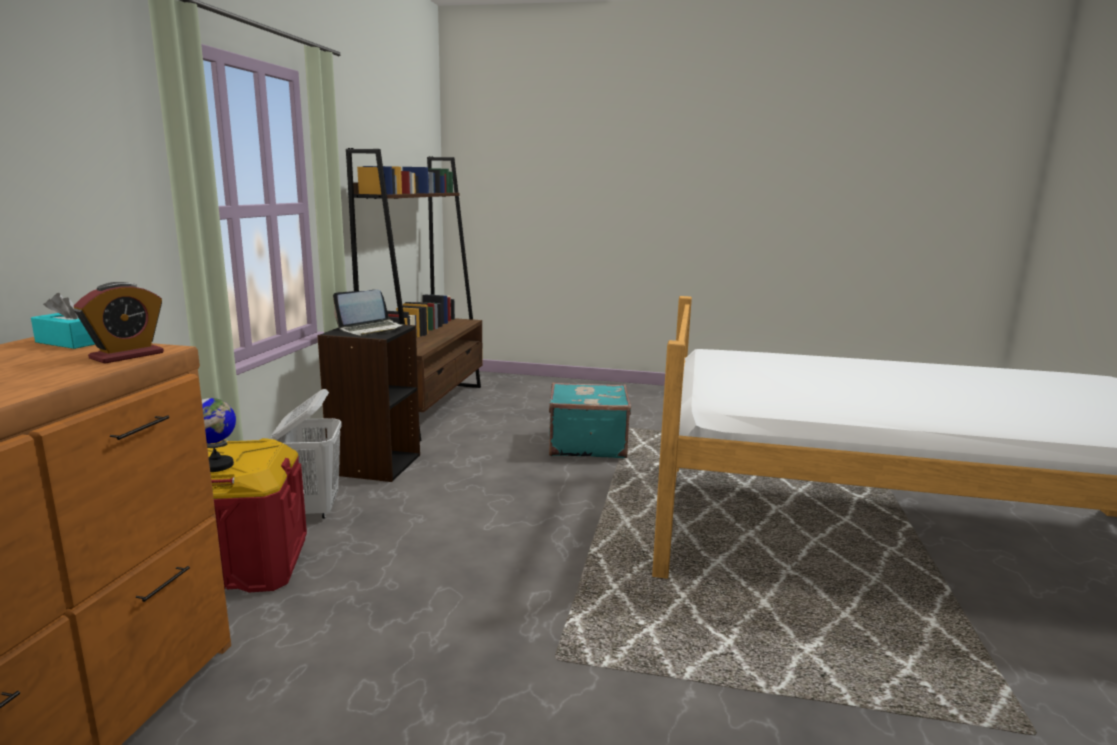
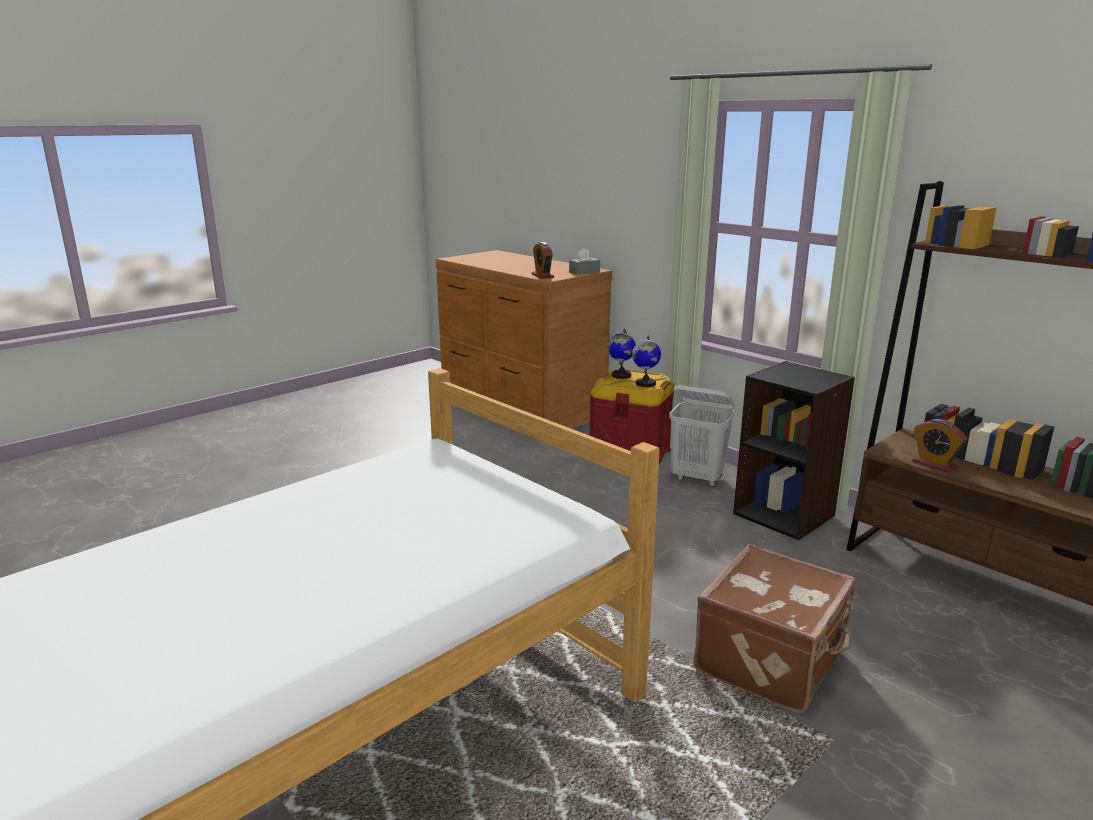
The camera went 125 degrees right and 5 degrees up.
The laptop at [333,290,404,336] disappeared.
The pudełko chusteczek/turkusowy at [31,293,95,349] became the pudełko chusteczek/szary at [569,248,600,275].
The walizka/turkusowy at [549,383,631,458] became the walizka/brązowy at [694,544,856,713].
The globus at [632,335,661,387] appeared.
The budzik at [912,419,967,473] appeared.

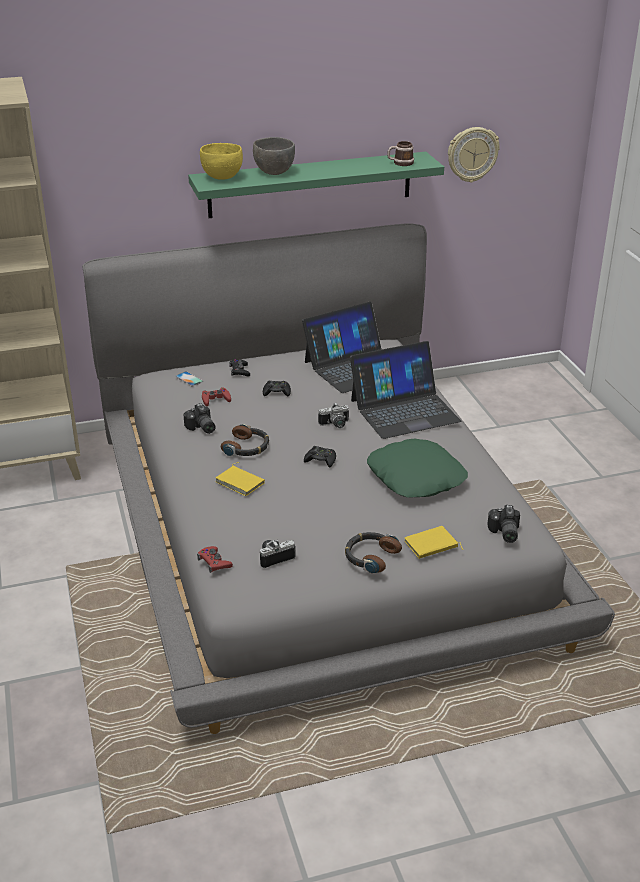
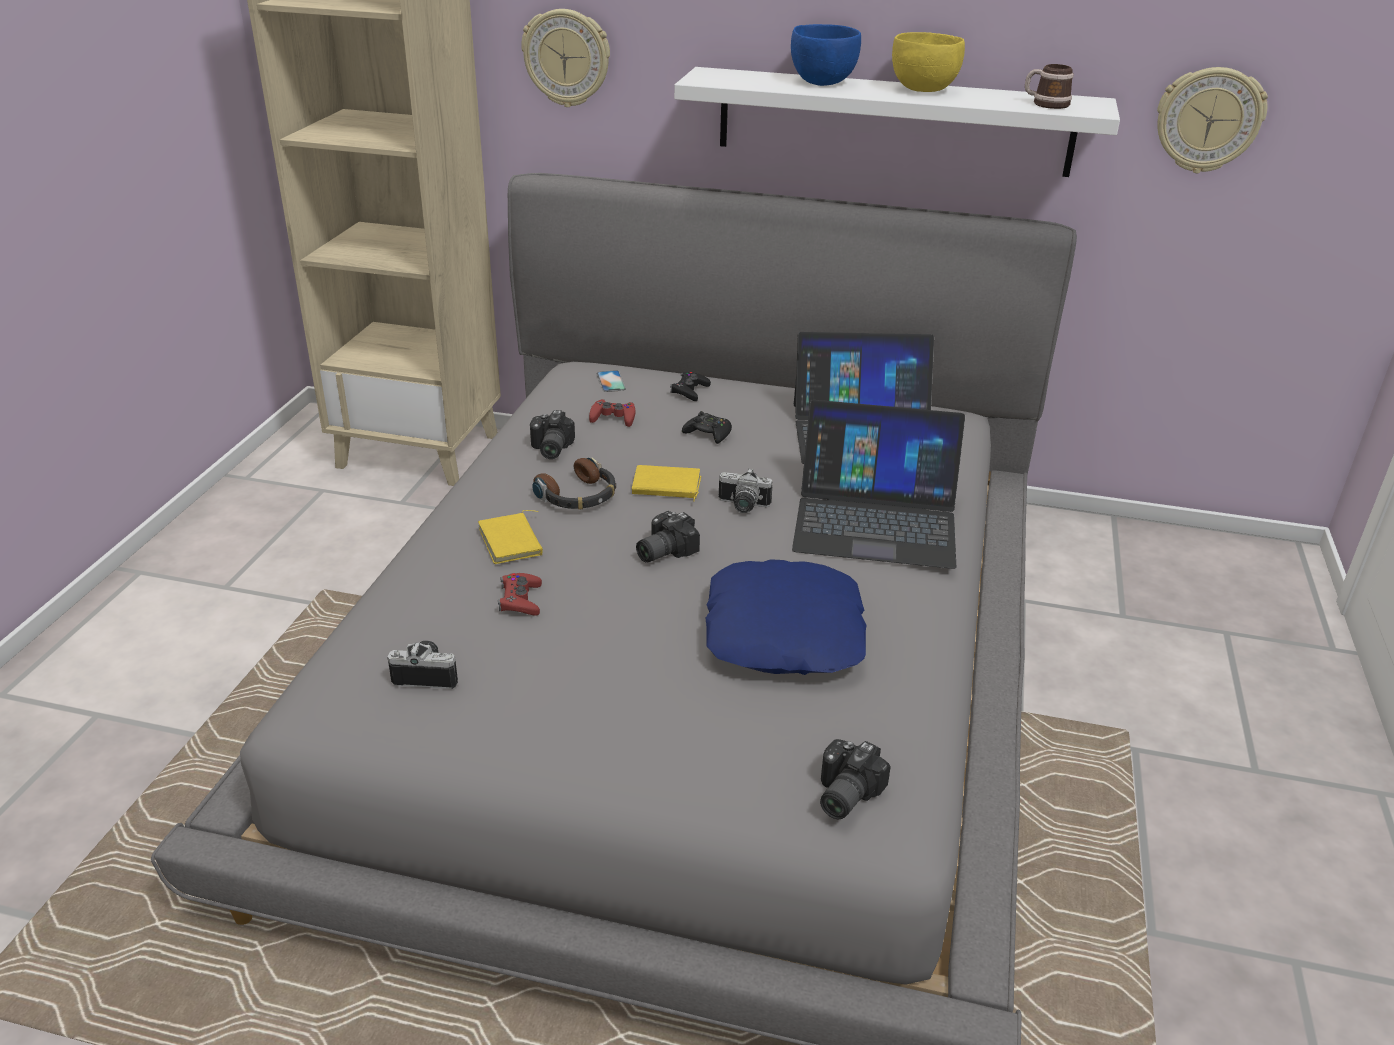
The camera went 30 degrees right and 0 degrees up.
The miska/szary at [253,137,295,175] became the miska/niebieski at [791,24,861,86].
The miska/żółty moved from [200,143,243,180] to [892,32,965,92].
The półka/zielony at [188,152,444,218] became the półka/biały at [674,67,1120,177].
The poduszka/zielony at [367,439,468,498] became the poduszka/niebieski at [705,559,867,675].
The pad do gier/czarny at [304,446,336,468] was replaced by the aparat fotograficzny at [636,511,700,562].
The książka/żółty moved from [404,526,463,559] to [632,465,701,501].
The słuchawki at [345,532,402,574] disappeared.
The pad do gier/czerwony moved from [197,546,233,573] to [498,573,542,616].
The zegar ścienny at [521,9,610,107] appeared.

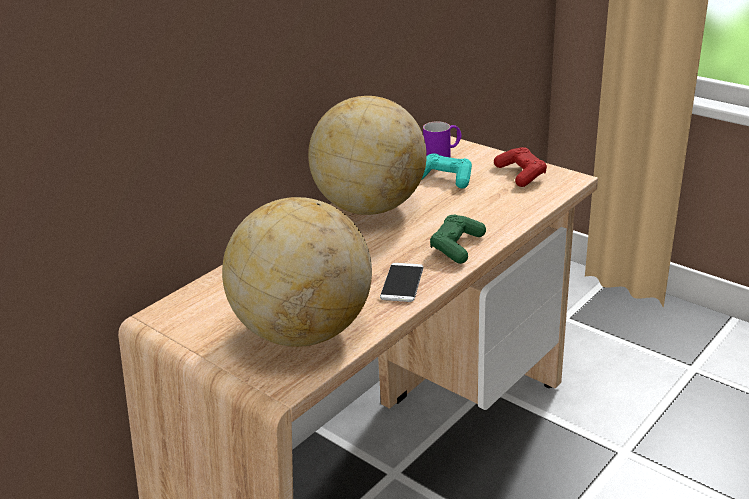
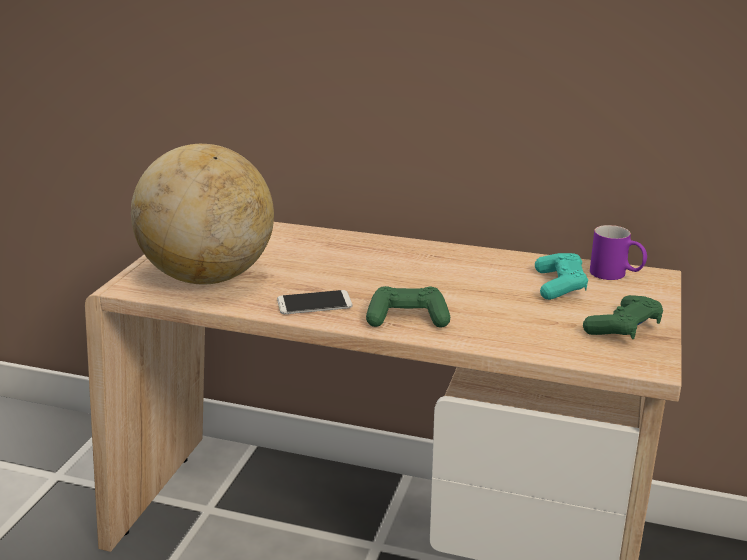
The camera went 65 degrees right and 5 degrees down.
The globus at [308,96,427,215] disappeared.
The pad do gier/czerwony at [494,147,547,187] became the pad do gier/zielony at [583,295,663,339].

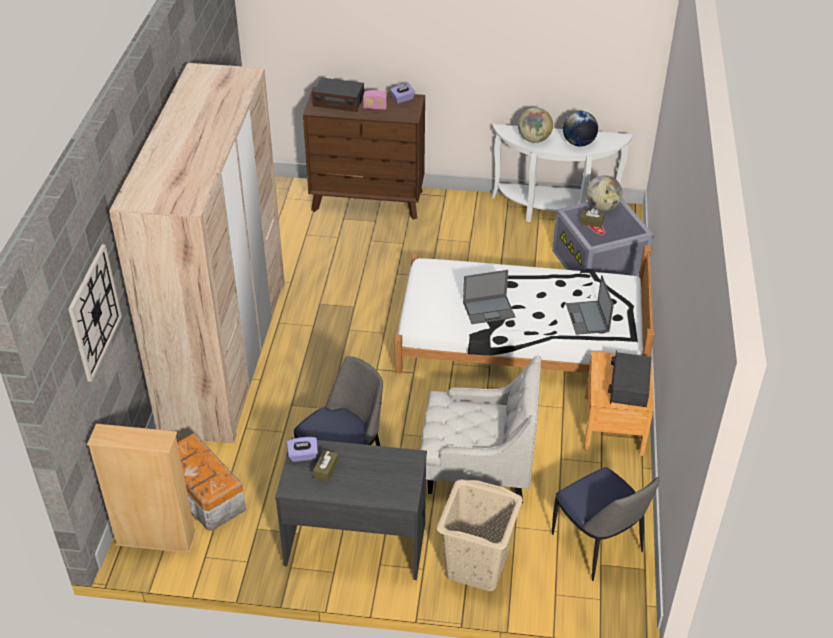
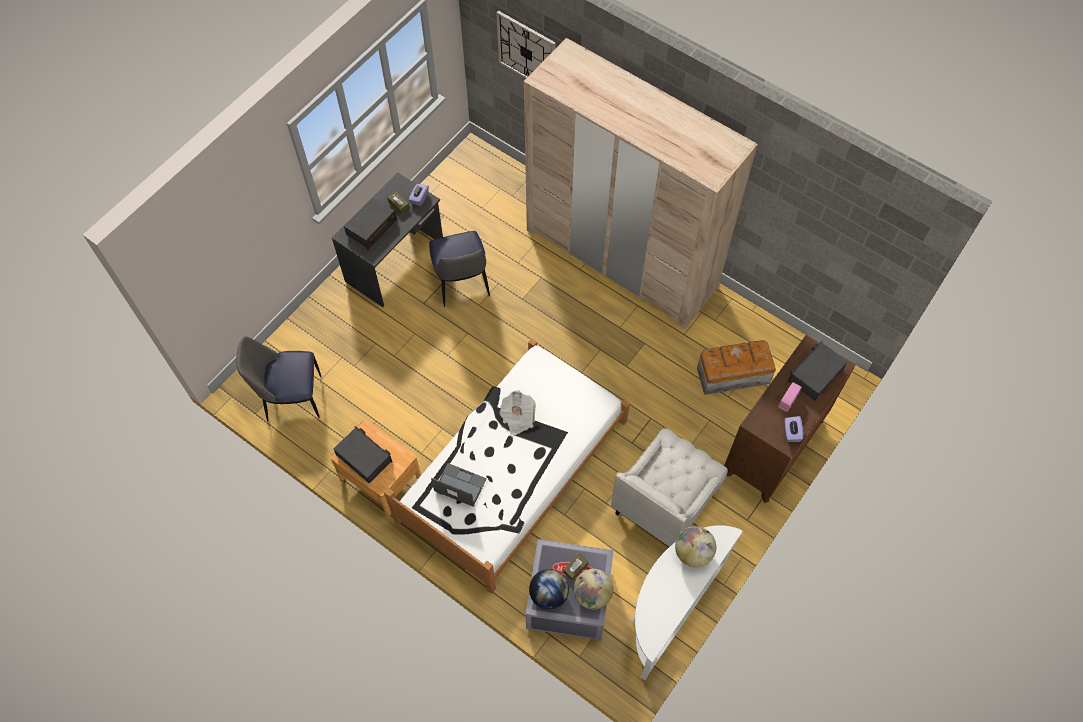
The camera went 120 degrees right and 20 degrees up.
The globus moved from [563,111,598,147] to [529,569,569,610].
The laptop at [463,270,515,324] was replaced by the gazeta at [499,390,536,435].
The fotel/biały moved from [420,355,541,503] to [611,428,728,548].
The regał/beżowy at [87,424,197,553] disappeared.
The pojemnik do przechowywania moved from [177,433,246,530] to [697,340,776,395].
The kosz na pranie/beżowy at [437,479,523,591] disappeared.
The radio at [344,197,397,250] appeared.

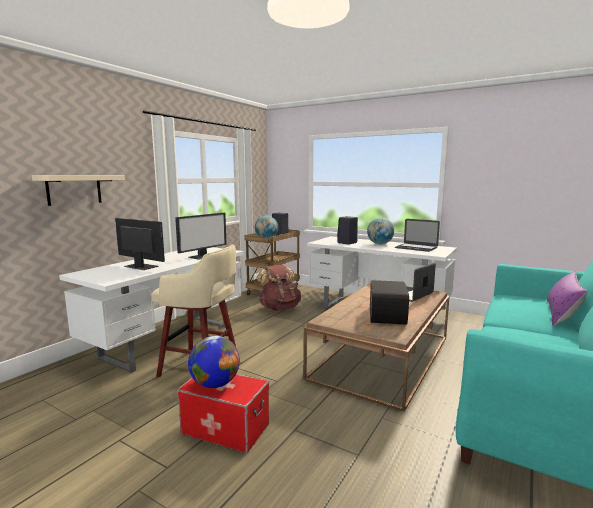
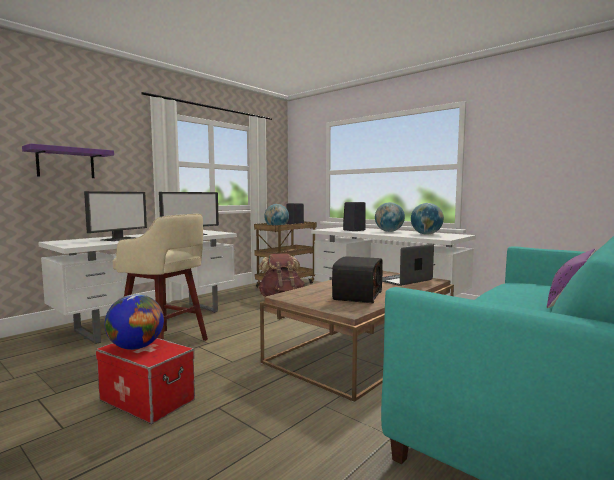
The camera went 10 degrees right and 5 degrees down.
The półka/beżowy at [32,175,125,206] became the półka/fioletowy at [22,144,114,178].
The monitor at [115,218,165,270] turned 75 degrees clockwise.
The laptop at [395,219,440,252] was replaced by the globus at [411,203,444,235].

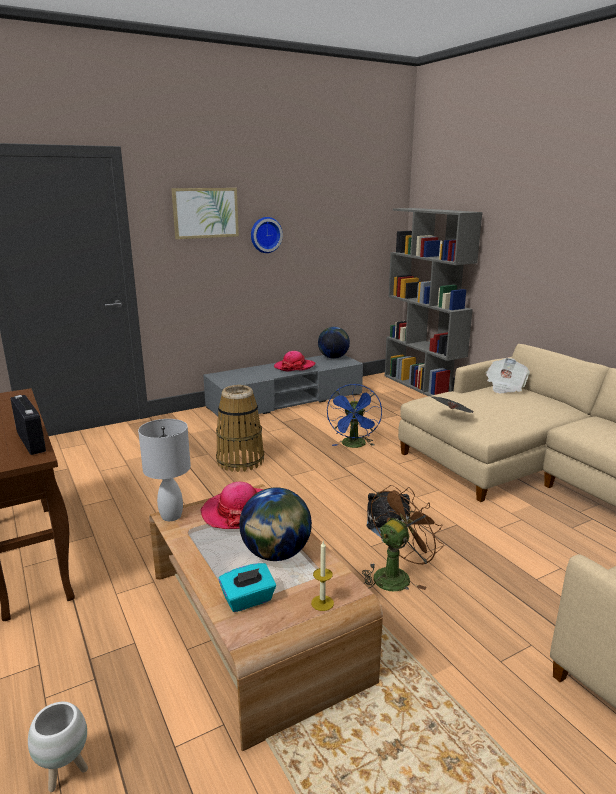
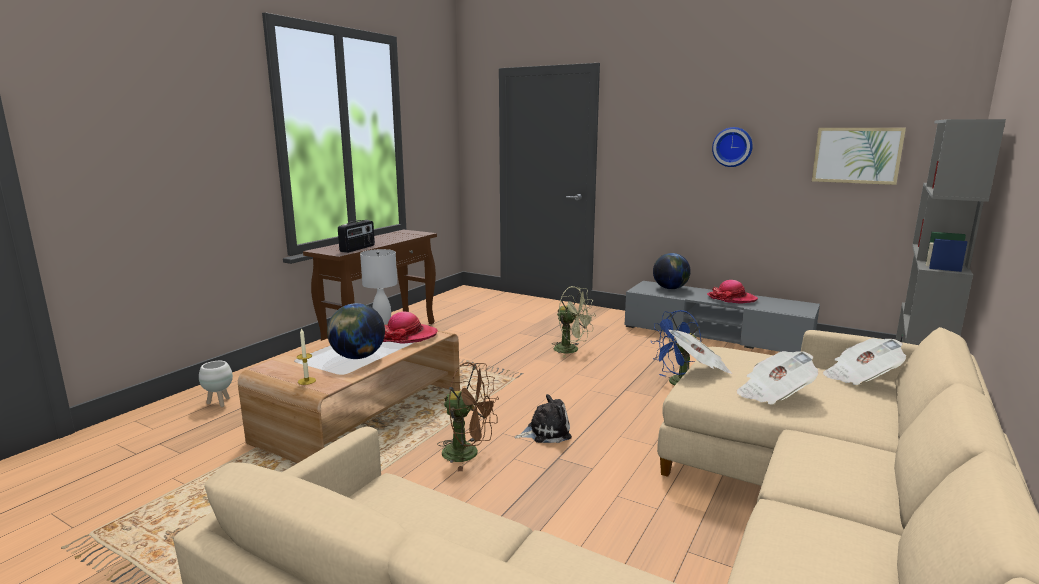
The camera went 60 degrees right and 5 degrees down.
The obraz moved from [171,188,239,239] to [812,128,906,185].
The globus moved from [318,327,350,359] to [653,253,691,289].
The koszyk at [216,385,264,472] was replaced by the wentylator/zielony at [552,286,596,358].
The pudełko chusteczek/turkusowy at [219,563,276,612] disappeared.
The gazeta at [737,351,818,405] appeared.

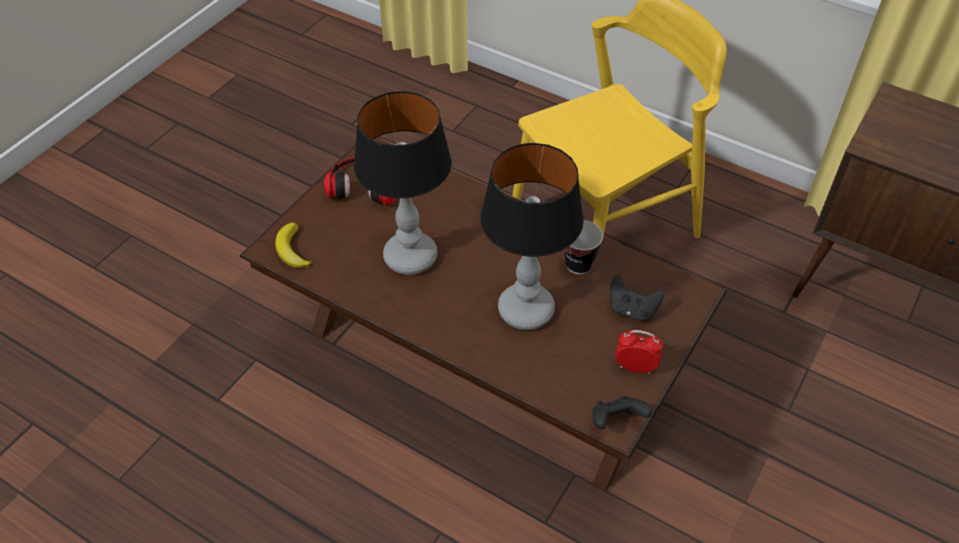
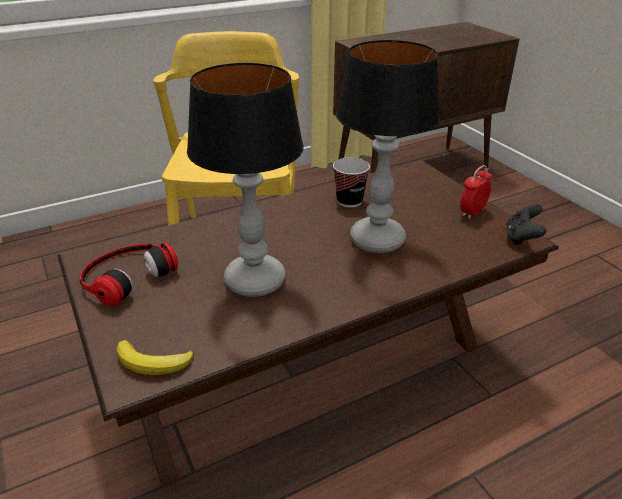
The camera went 60 degrees left and 15 degrees down.
The pad do gier/czarny at [610,275,664,322] disappeared.

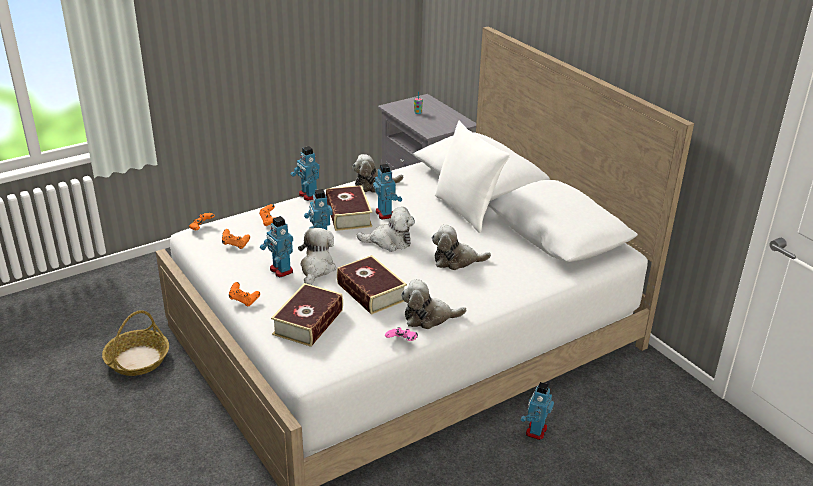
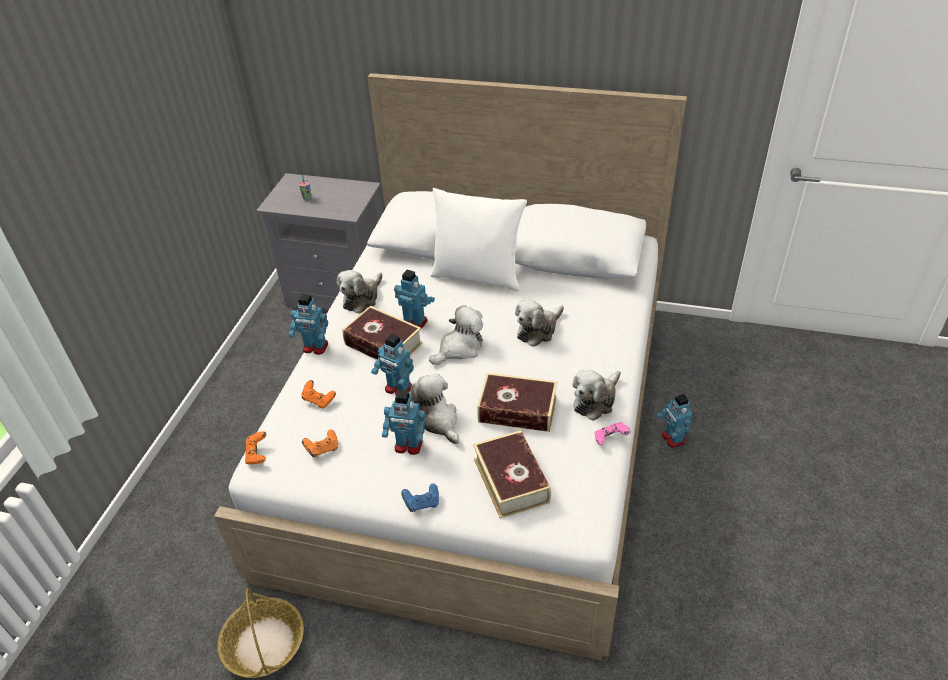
The camera went 40 degrees left and 10 degrees up.
The pad do gier/pomarańczowy at [229,282,260,306] became the pad do gier/niebieski at [401,484,439,512].

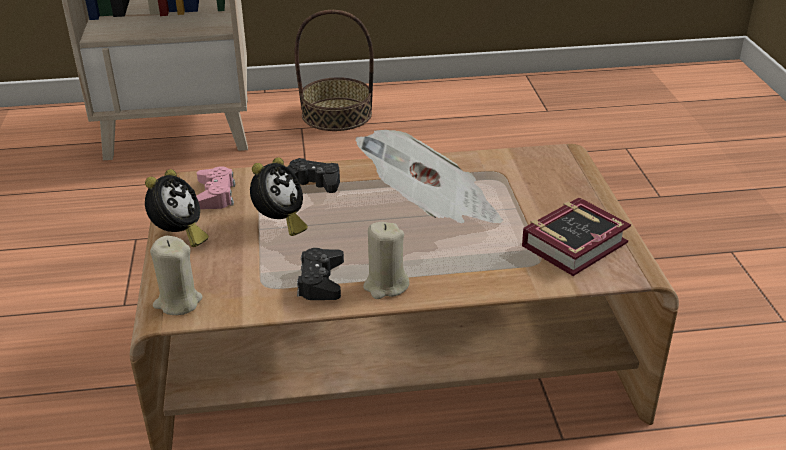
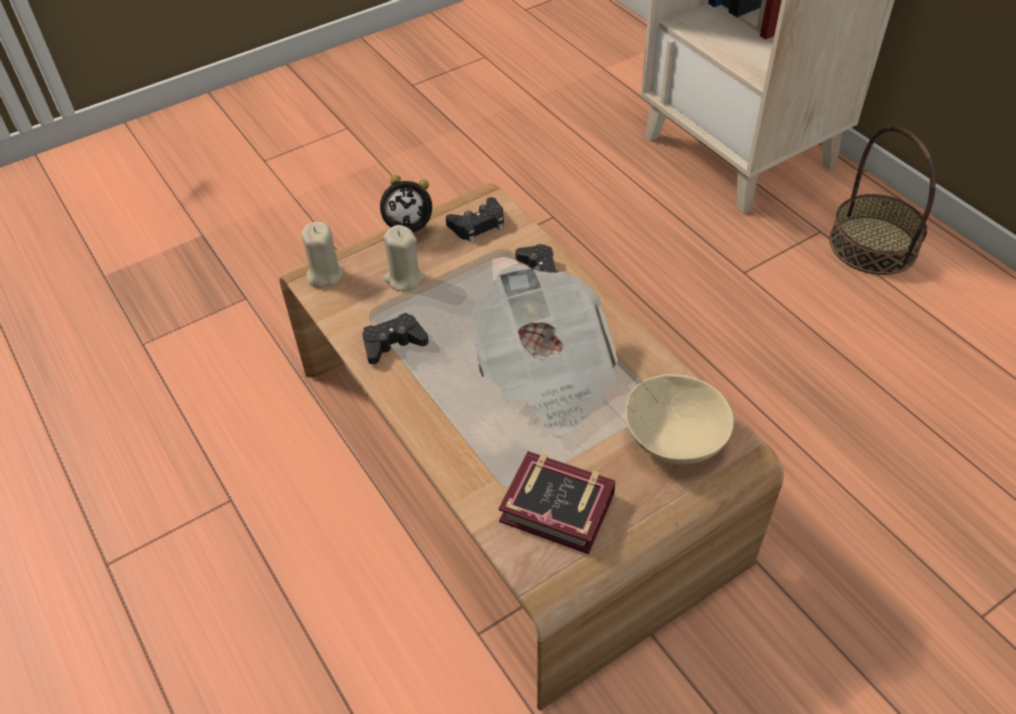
The camera went 65 degrees right and 15 degrees up.
The budzik at [250,157,308,236] disappeared.
The pad do gier/różowy at [196,166,235,209] became the pad do gier/czarny at [446,197,504,243].
The świeca/beżowy moved from [363,222,409,299] to [384,225,425,292].
The miska/beżowy at [625,374,734,464] appeared.

